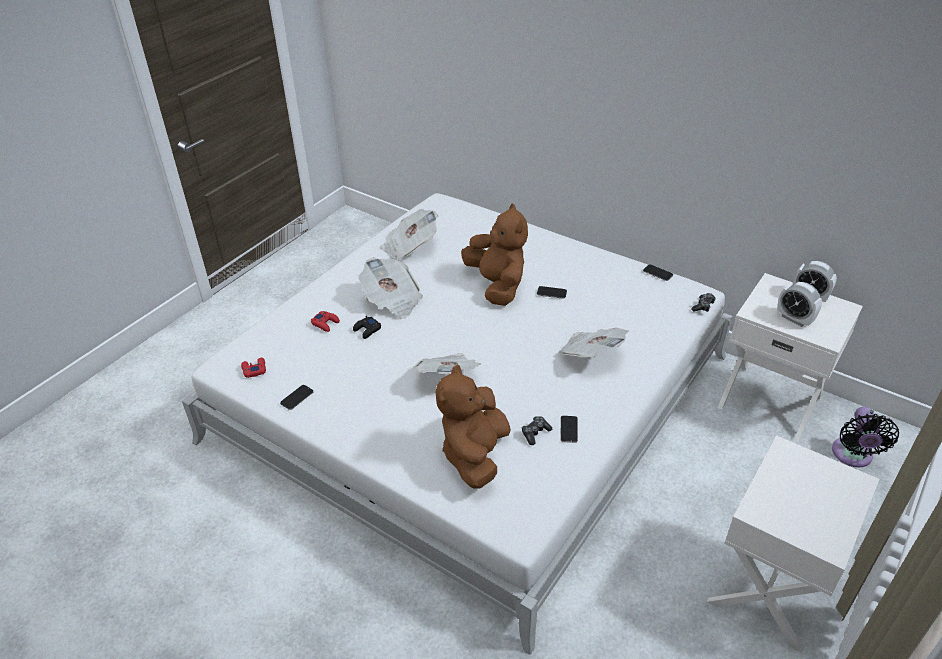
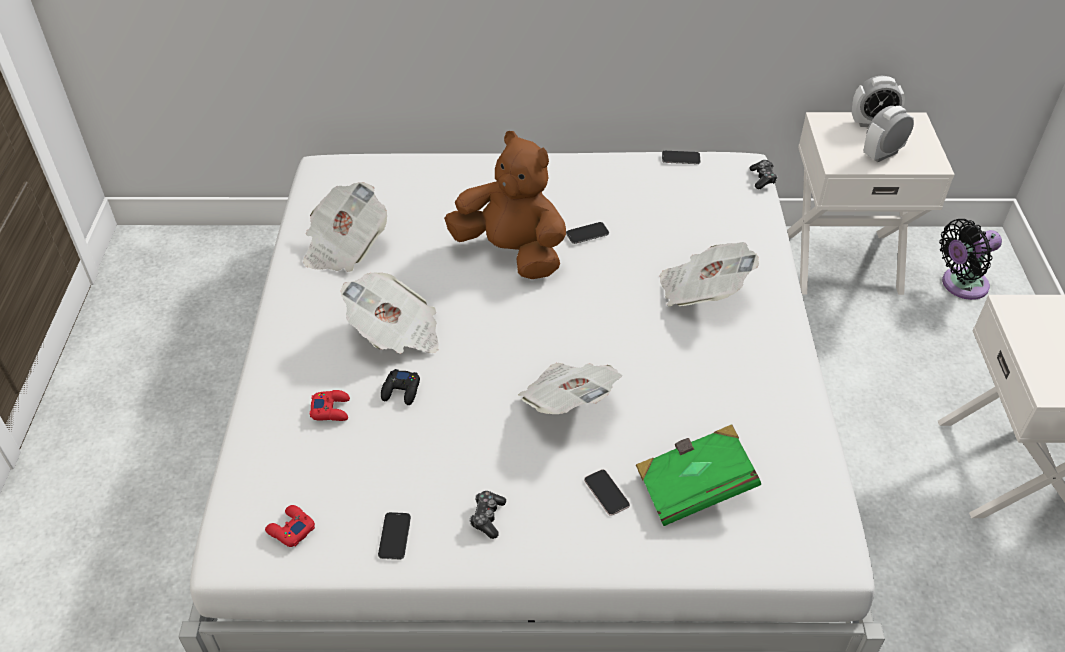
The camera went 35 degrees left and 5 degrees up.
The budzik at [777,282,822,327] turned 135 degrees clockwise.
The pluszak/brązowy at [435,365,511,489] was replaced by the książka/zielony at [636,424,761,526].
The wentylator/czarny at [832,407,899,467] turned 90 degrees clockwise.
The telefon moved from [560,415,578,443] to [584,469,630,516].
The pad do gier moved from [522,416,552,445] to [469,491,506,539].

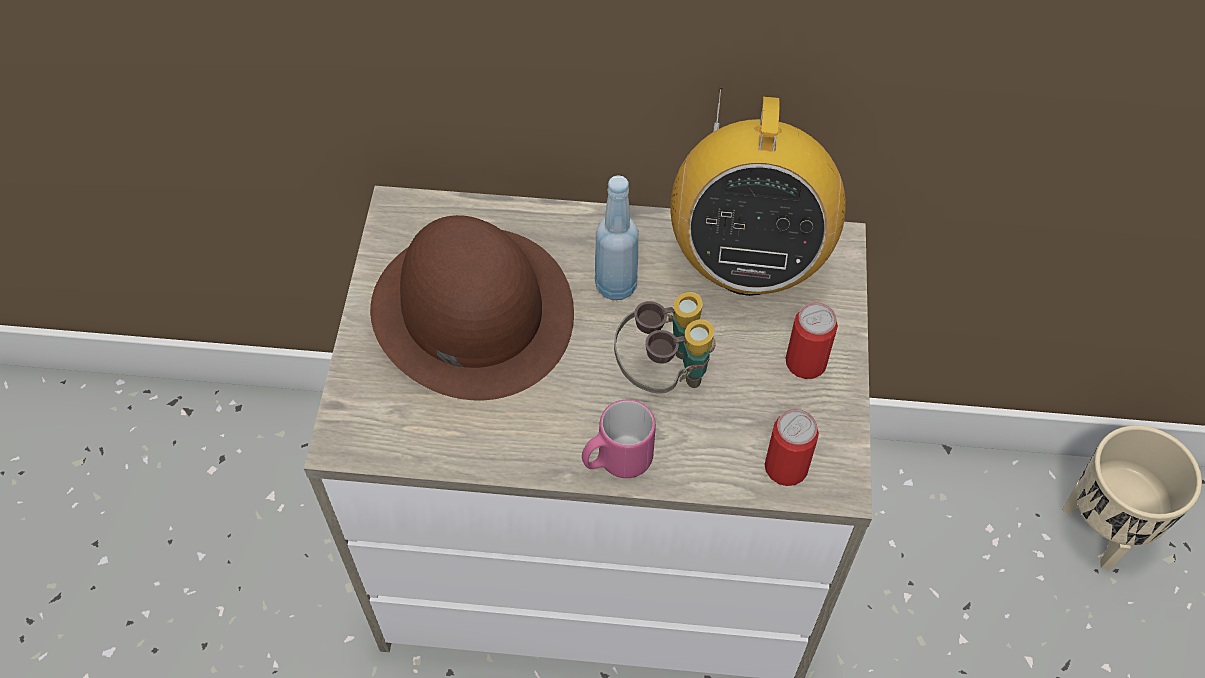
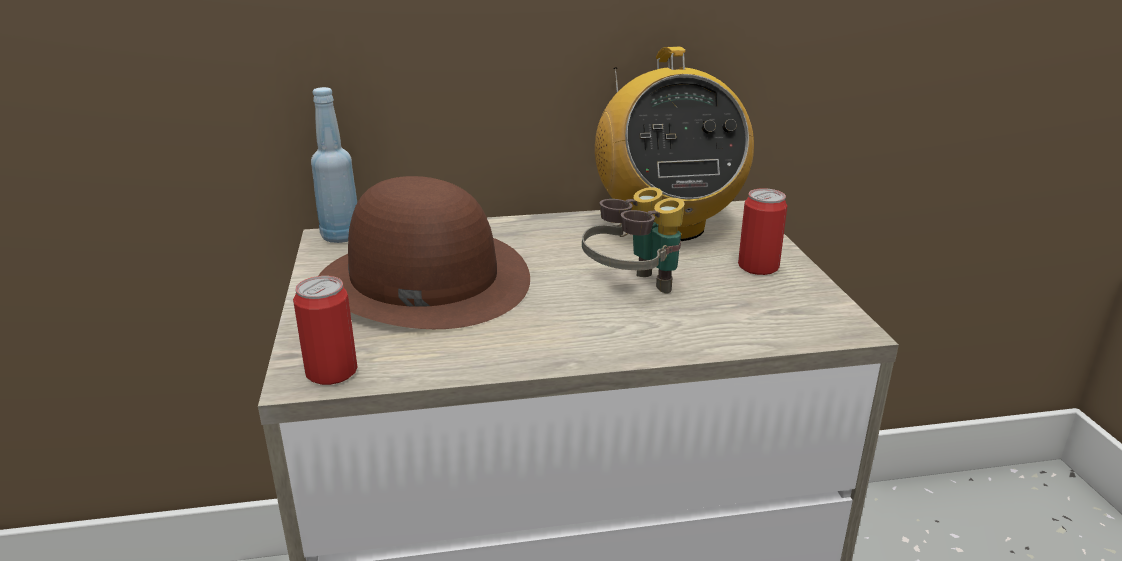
The camera went 15 degrees left and 30 degrees down.
The butelka/niebieski moved from [595,175,639,300] to [311,87,357,243].
The kubek/różowy at [582,399,656,478] disappeared.
The puszka moved from [764,409,819,486] to [293,276,357,385].
The donica/beżowy at [1062,425,1202,569] disappeared.

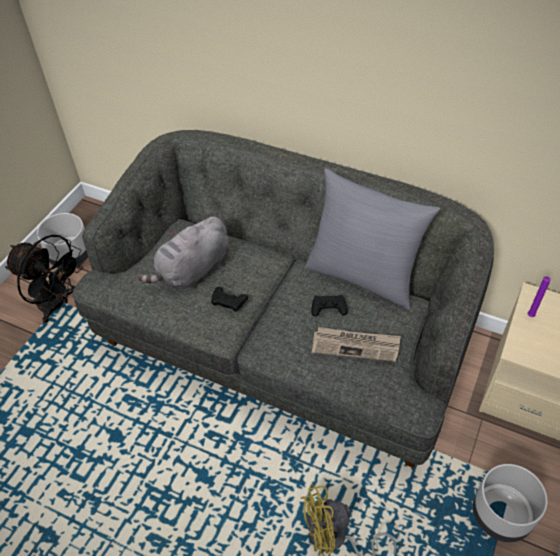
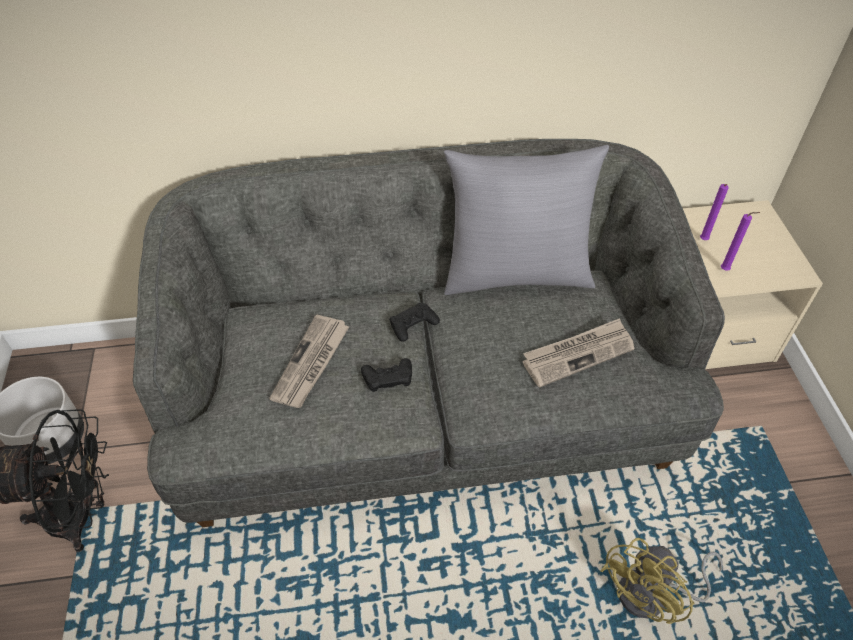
The camera went 35 degrees left and 0 degrees up.
The pluszak/szary at [137,217,229,288] was replaced by the gazeta at [269,315,349,408].
The pad do gier/czarny moved from [311,295,348,316] to [389,303,440,342].
The donica/szary at [473,464,548,542] disappeared.
The świeca/fioletowy at [721,212,760,271] appeared.

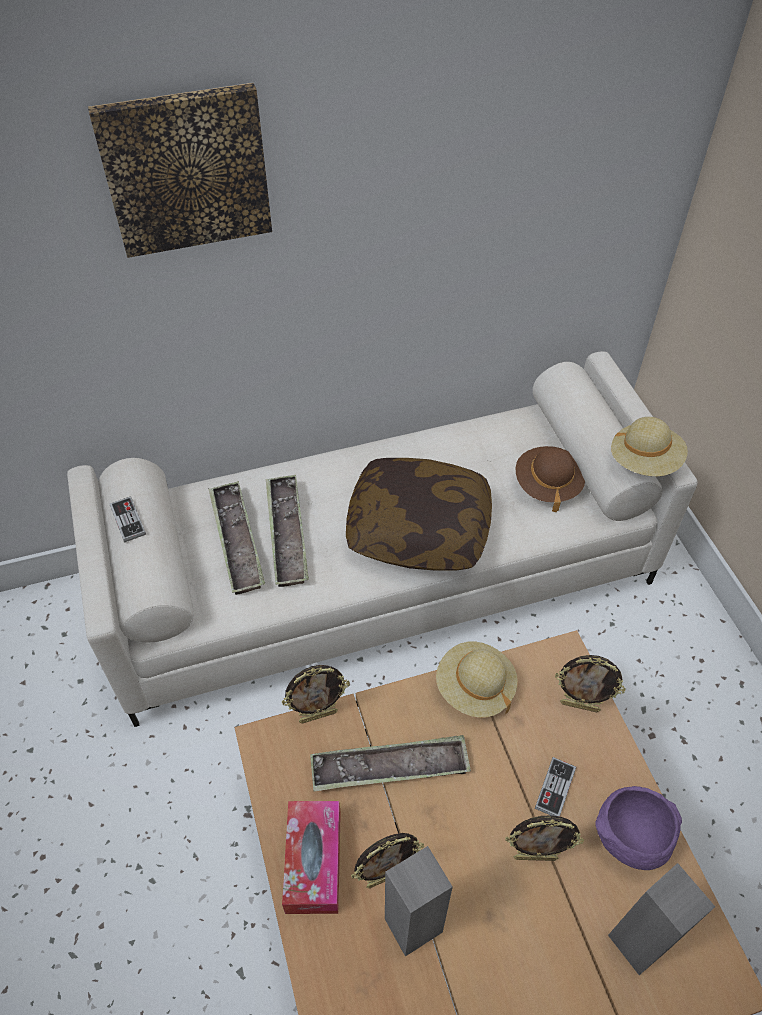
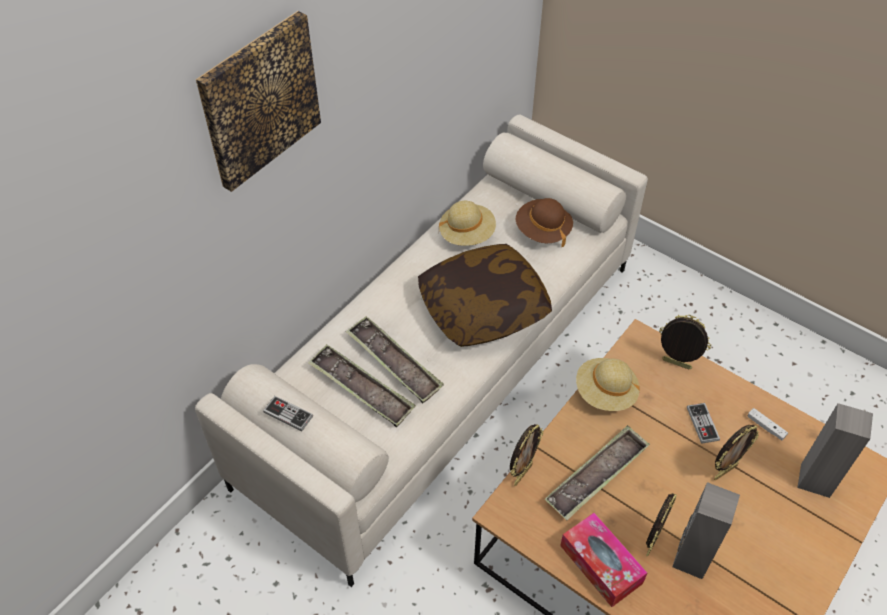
The camera went 35 degrees left and 0 degrees up.
The kapelusz/beżowy moved from [611,417,688,476] to [439,201,496,246].
The ramka na zdjęcie at [555,655,626,712] turned 135 degrees counterclockwise.
The miska/fioletowy at [595,786,682,870] was replaced by the pad do gier/biały at [747,408,788,441].

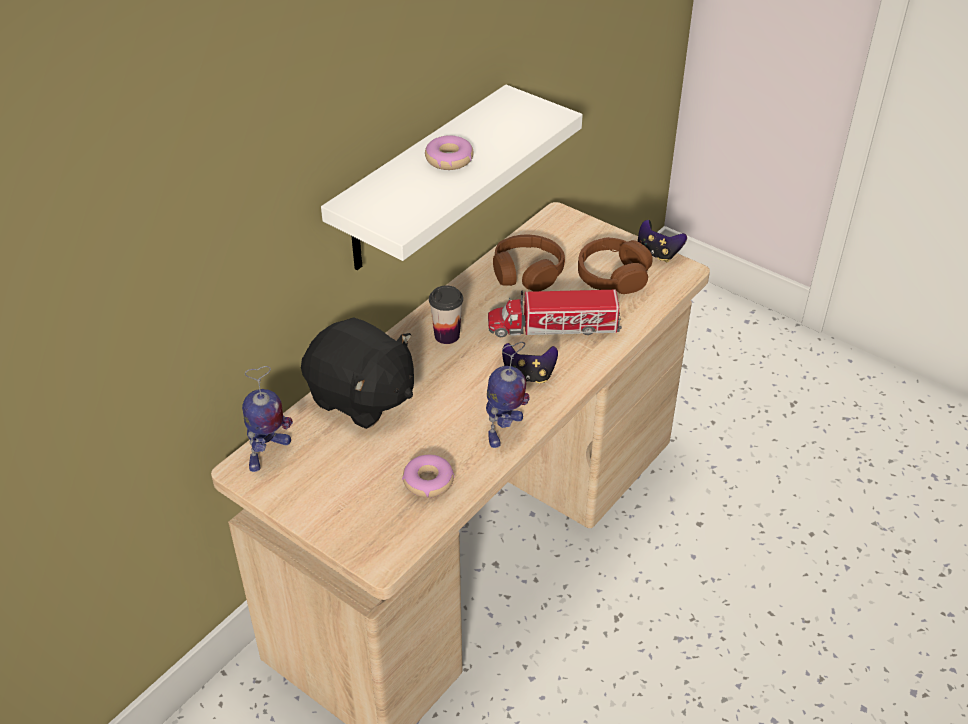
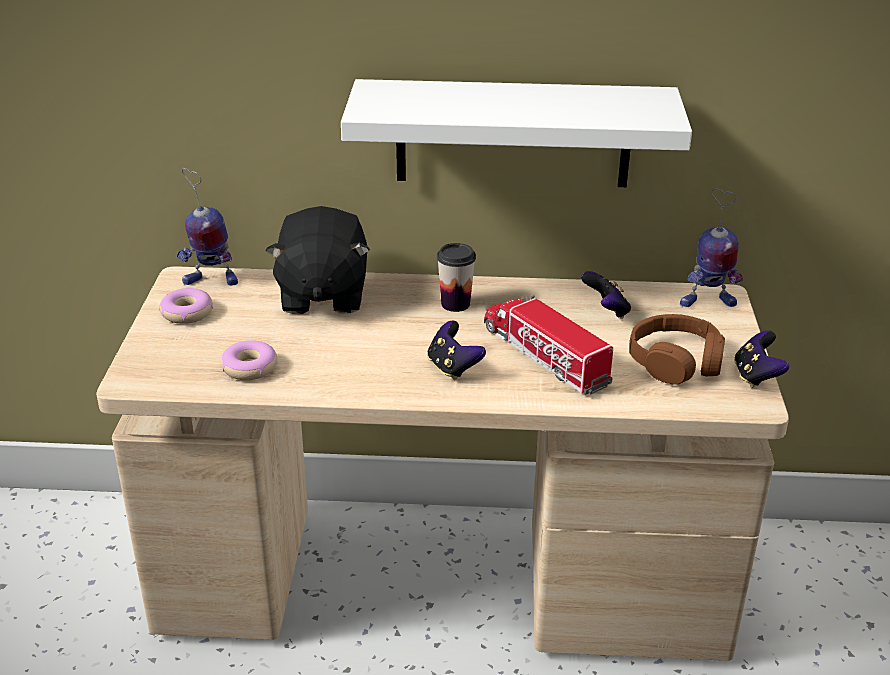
The camera went 55 degrees right and 10 degrees down.
The donut moved from [425,136,474,170] to [159,288,213,324].
The słuchawki/brązowy at [493,235,565,291] was replaced by the pad do gier at [581,271,631,319].
The robot zabawkowy moved from [486,342,530,448] to [680,188,743,307].

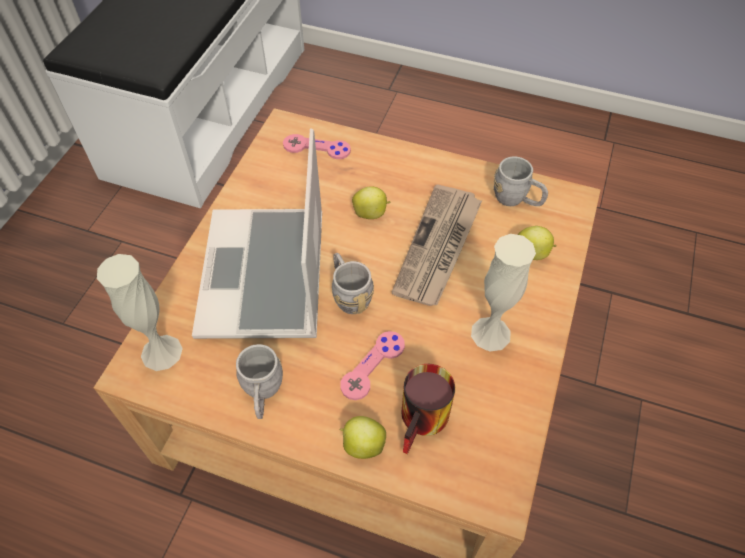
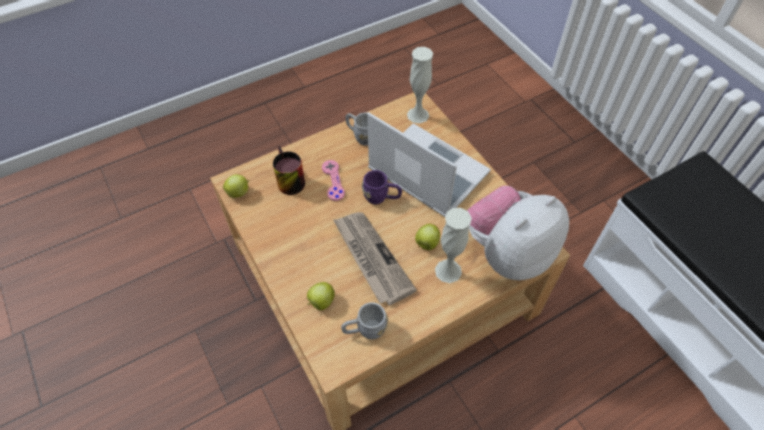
The camera went 130 degrees right and 0 degrees up.
The pad do gier/różowy at [283,134,351,159] was replaced by the pluszak at [467,185,569,280].
The wazon/biały moved from [471,234,536,352] to [435,208,472,283].
The kubek/szary at [332,253,374,314] became the kubek/fioletowy at [362,170,402,205].
The jabłko moved from [339,416,386,459] to [223,174,249,198].

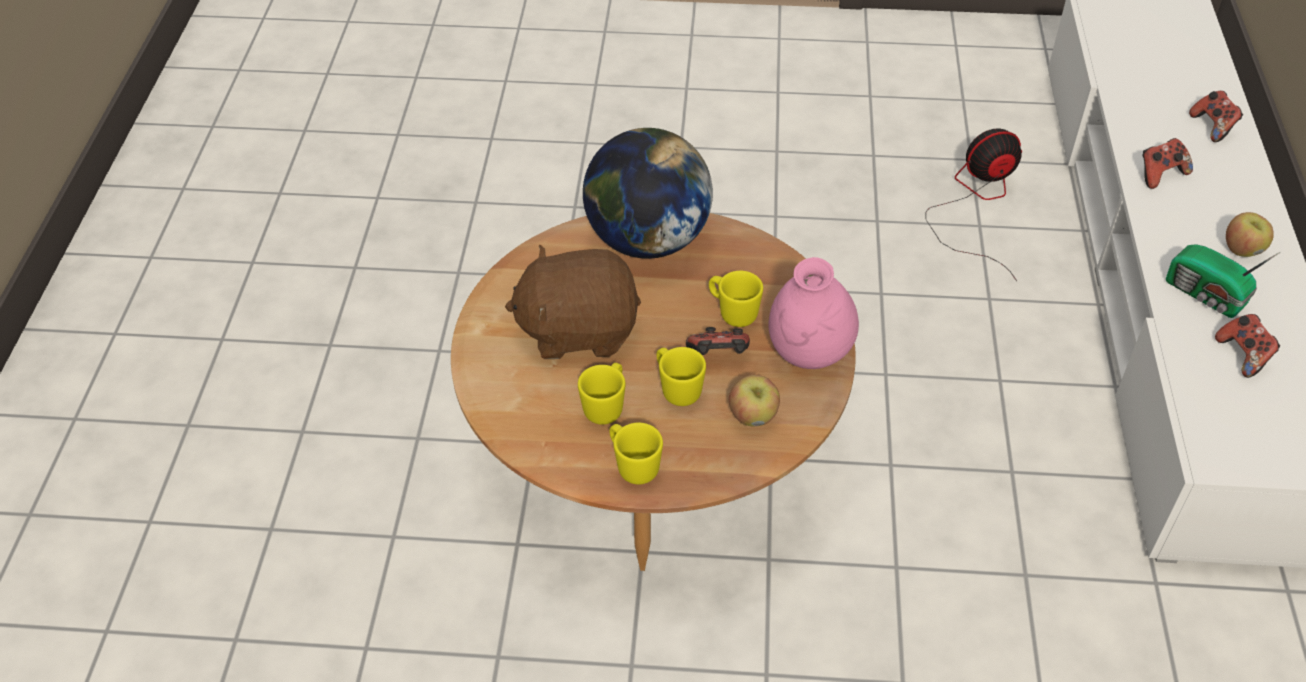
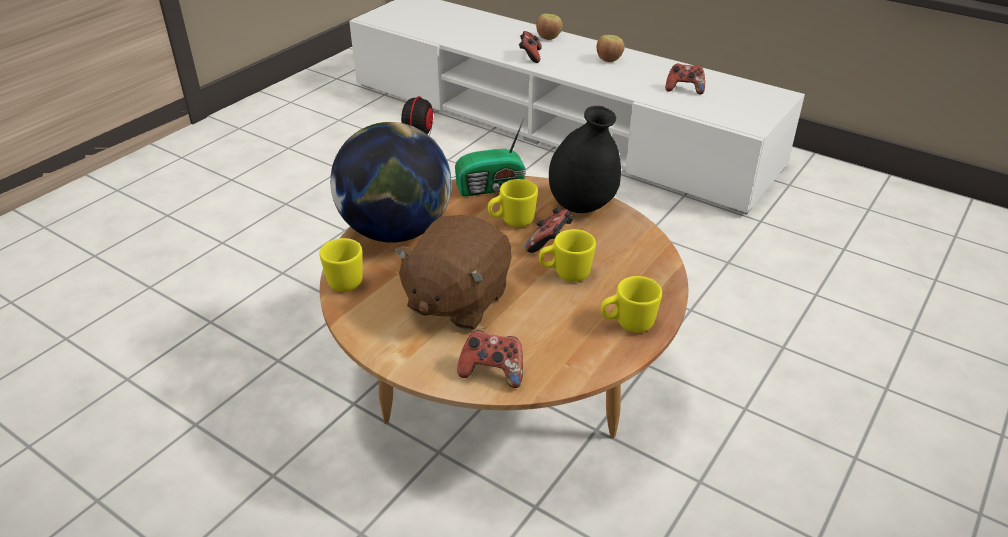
The camera went 60 degrees left and 10 degrees down.
The pad do gier moved from [1189,91,1243,142] to [457,330,523,388].
The radio moved from [1166,244,1280,318] to [455,118,526,197].
The wazon/różowy at [768,257,859,369] became the wazon/czarny at [549,106,621,213].
The kubek/żółty moved from [578,363,625,425] to [319,238,363,291].
The jabłko moved from [729,375,780,427] to [536,14,563,40].

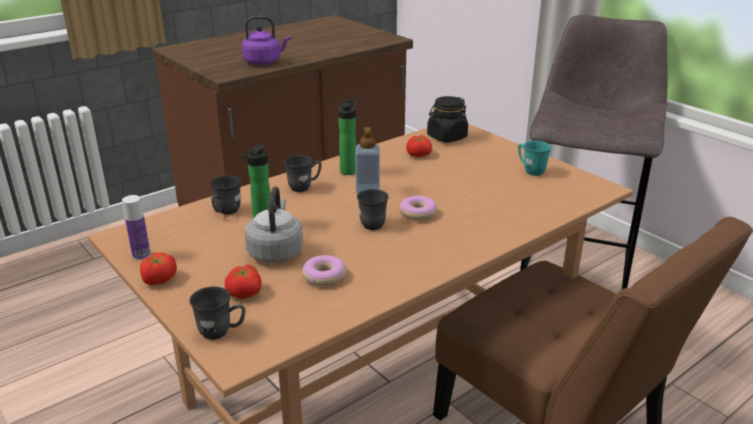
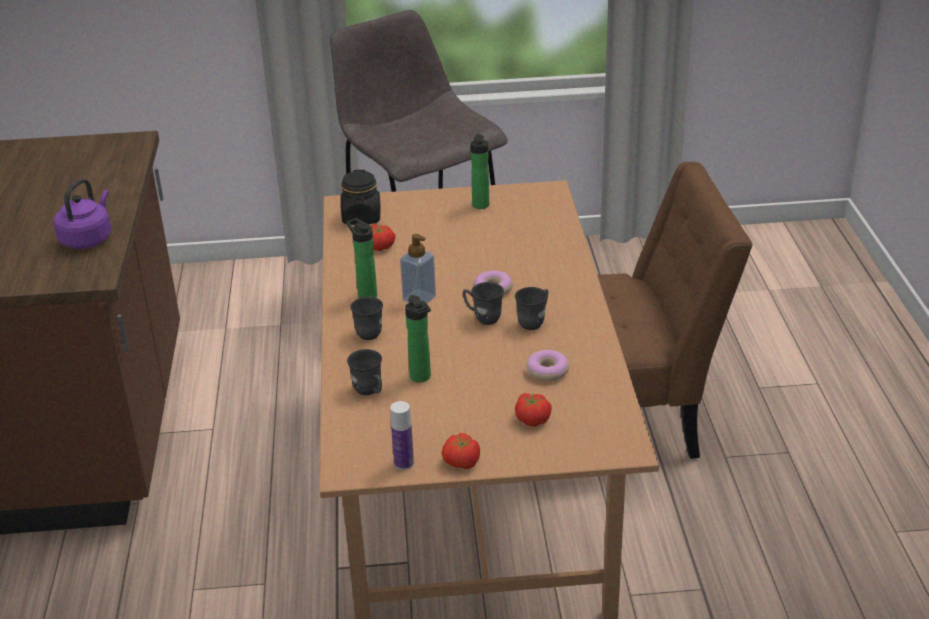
The camera went 55 degrees left and 5 degrees up.
The kubek/turkusowy at [518,141,552,176] was replaced by the butelka at [470,134,489,209].
The czajnik/szary at [245,186,303,263] disappeared.
The kubek/szary moved from [189,286,245,339] to [515,287,548,330].

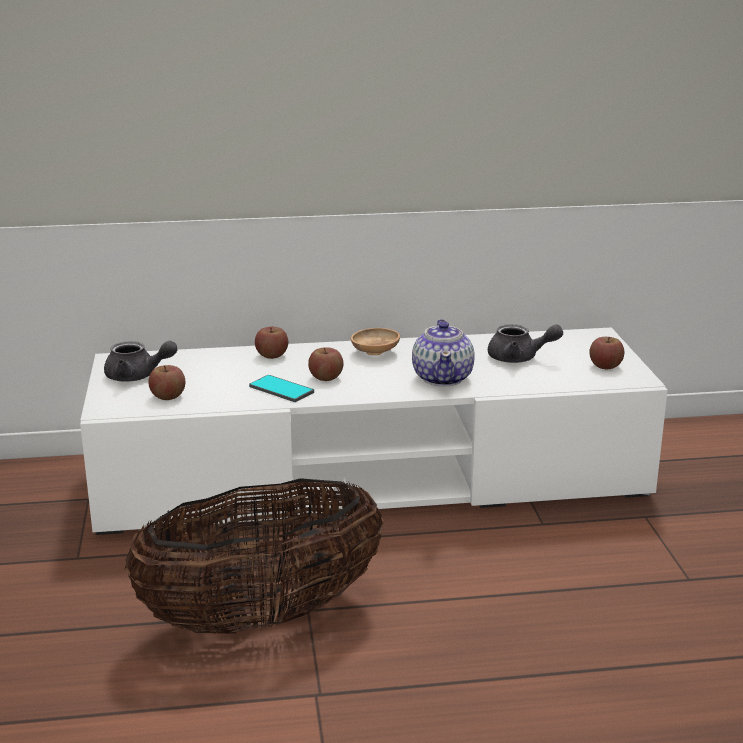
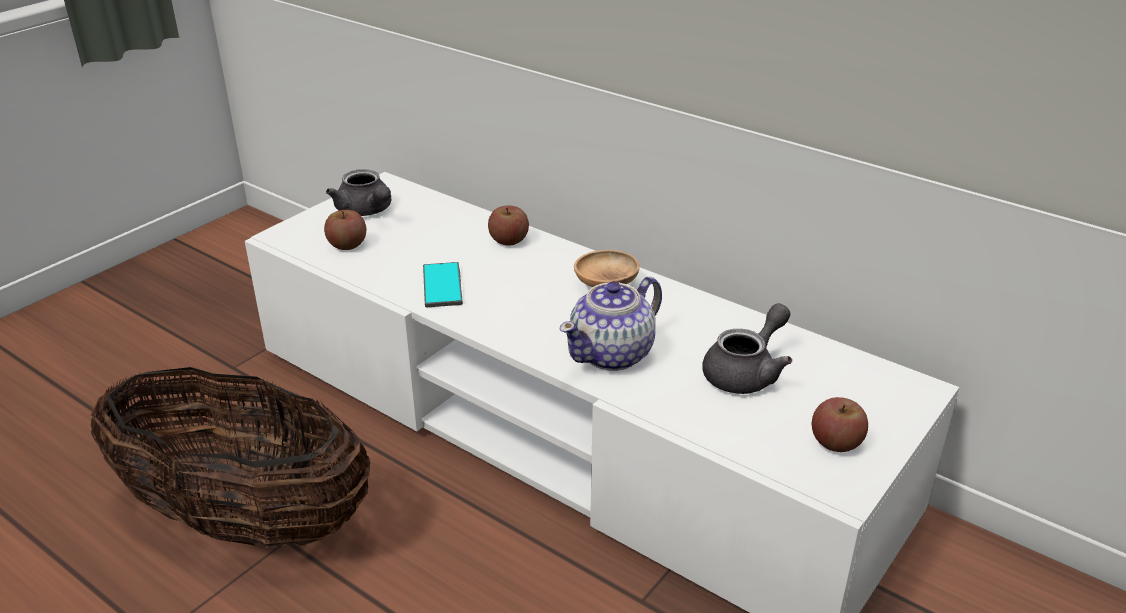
The camera went 45 degrees right and 10 degrees up.
The imbryk/szary at [488,324,563,363] turned 105 degrees counterclockwise.
The jabłko at [308,347,343,381] disappeared.

